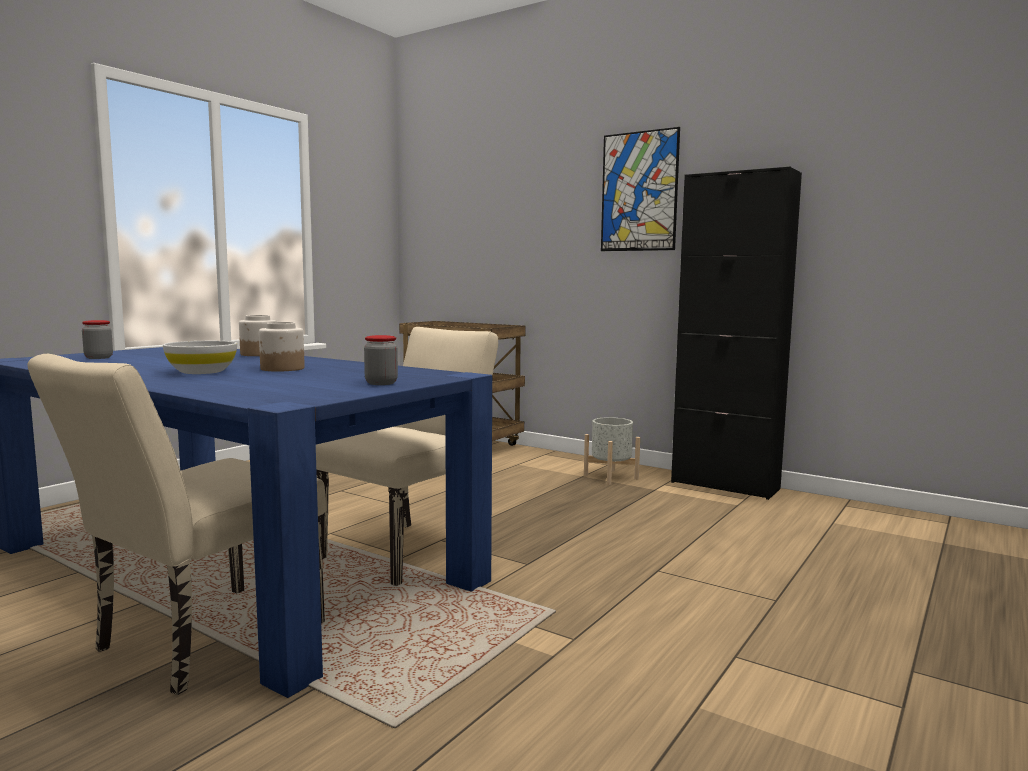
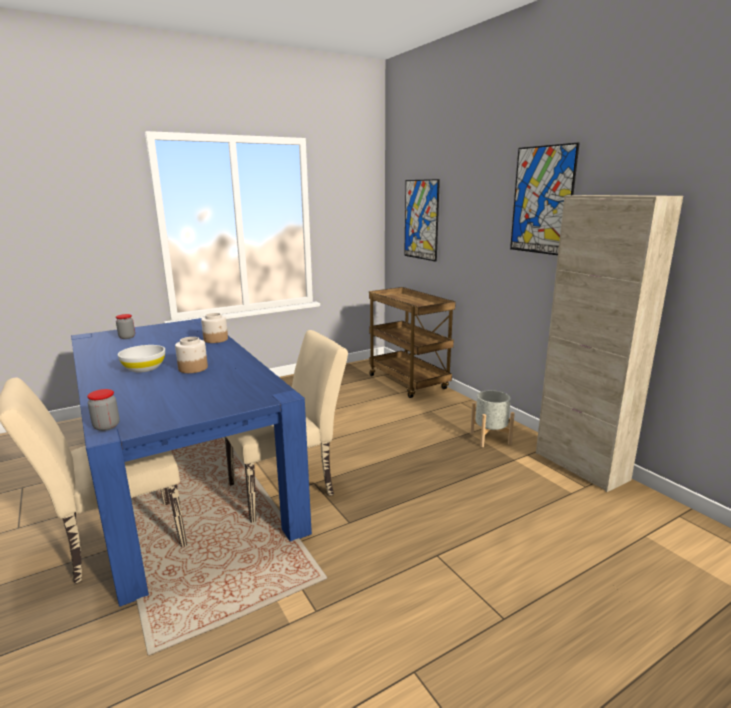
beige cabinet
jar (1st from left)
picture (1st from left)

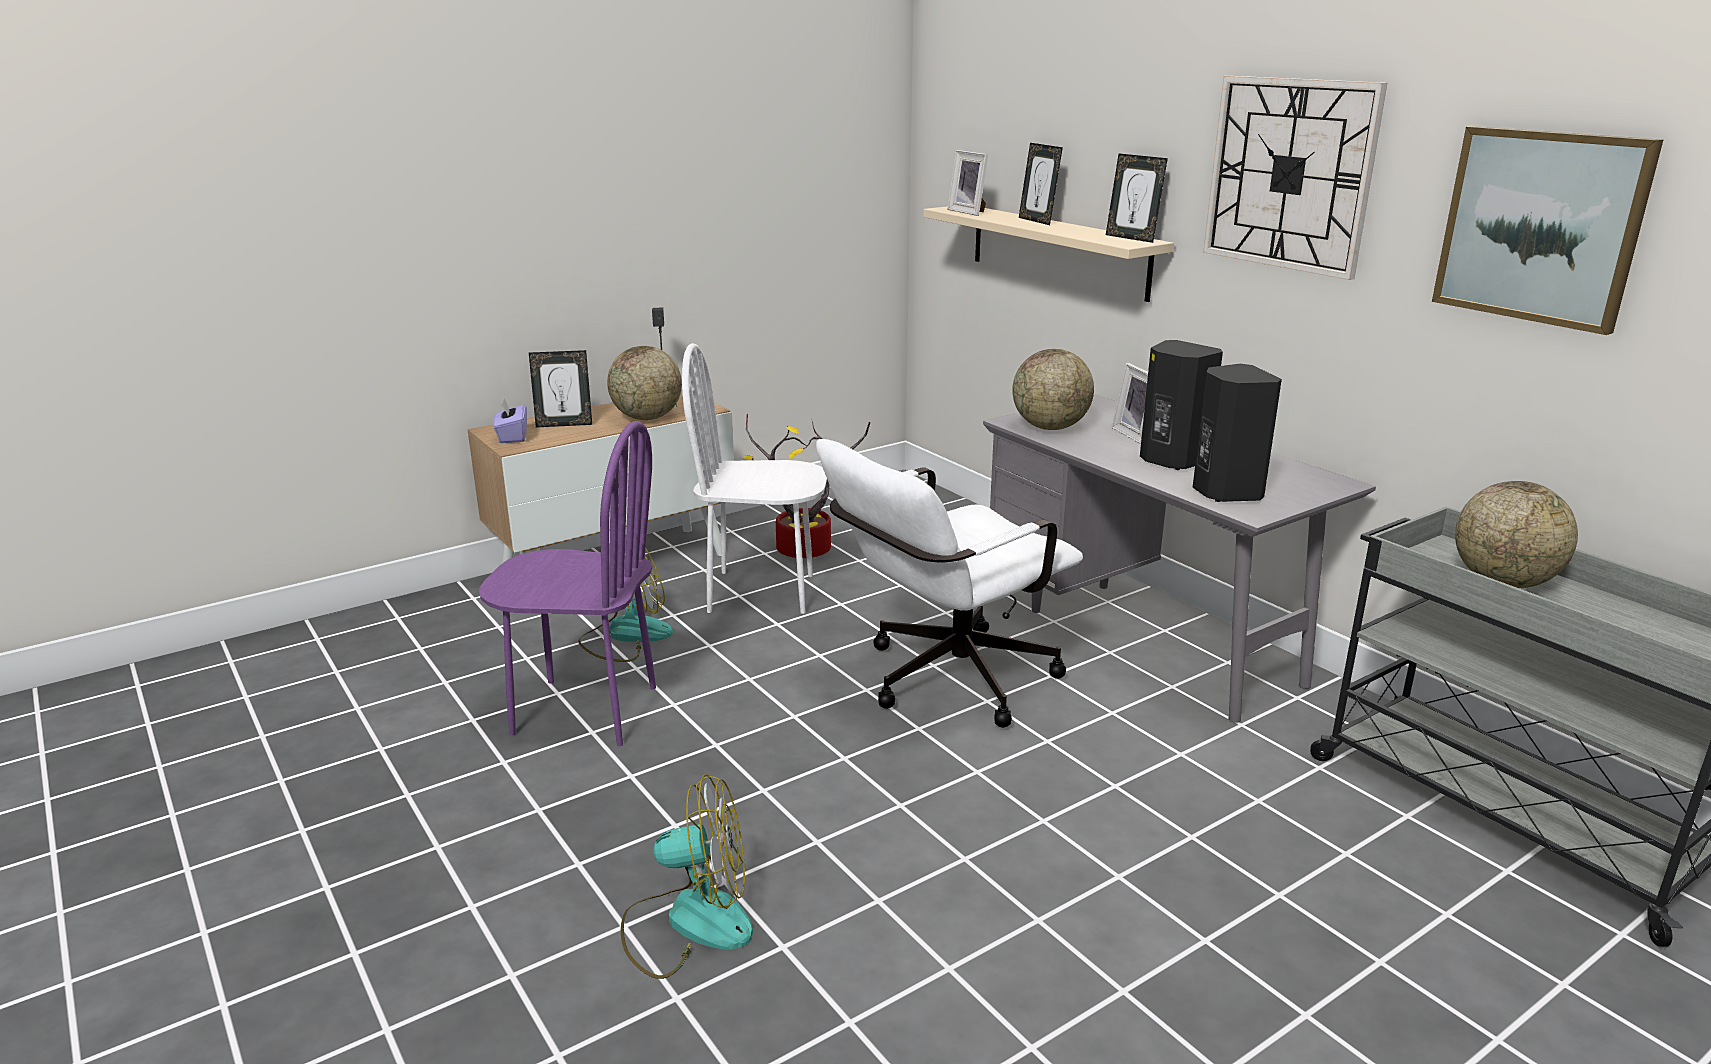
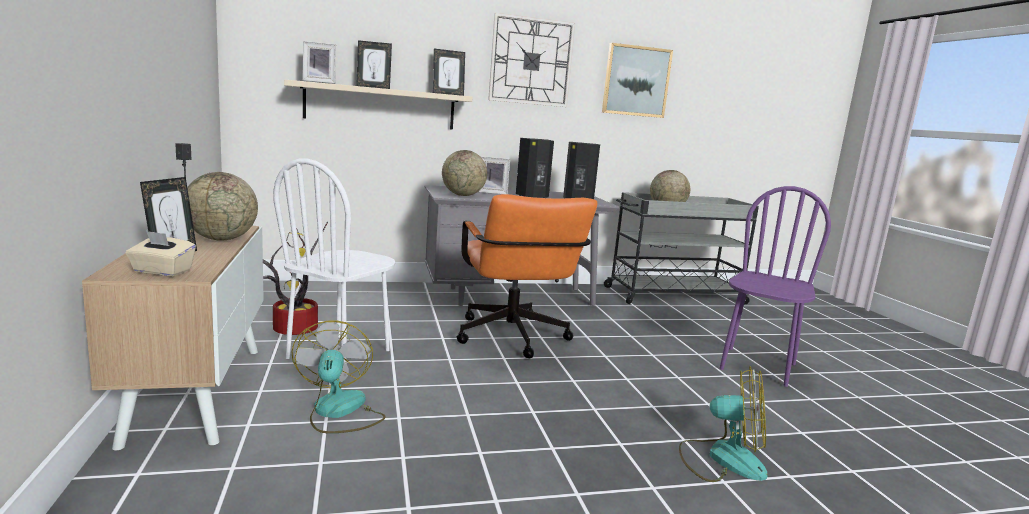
beige tissue box
purple chair
orange office chair
fan (2nd from left)

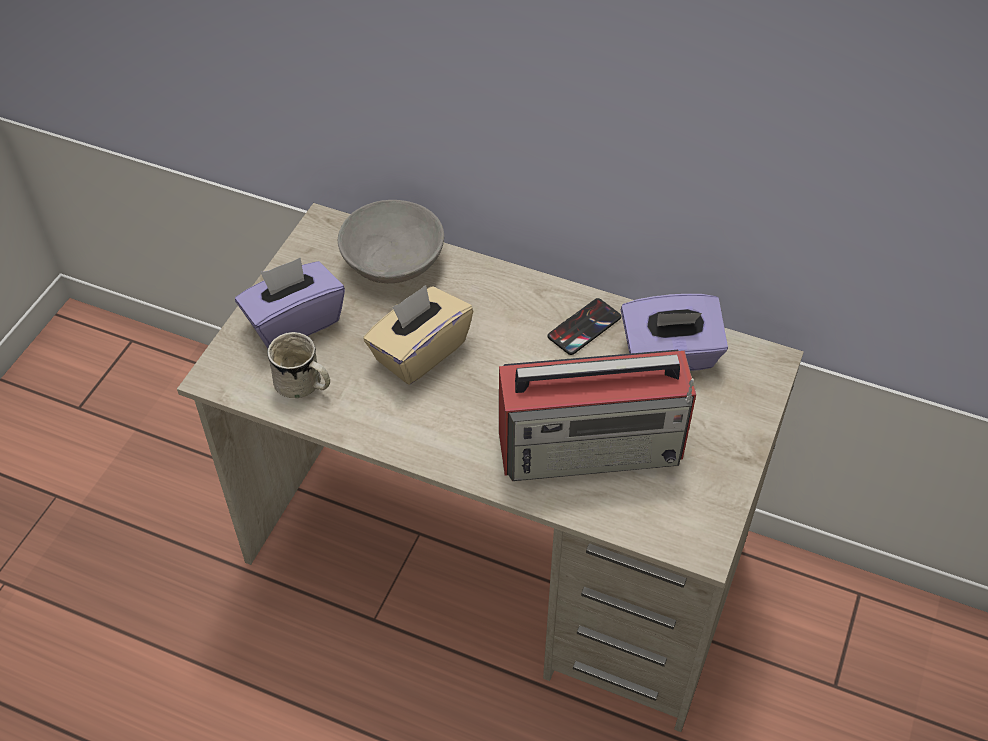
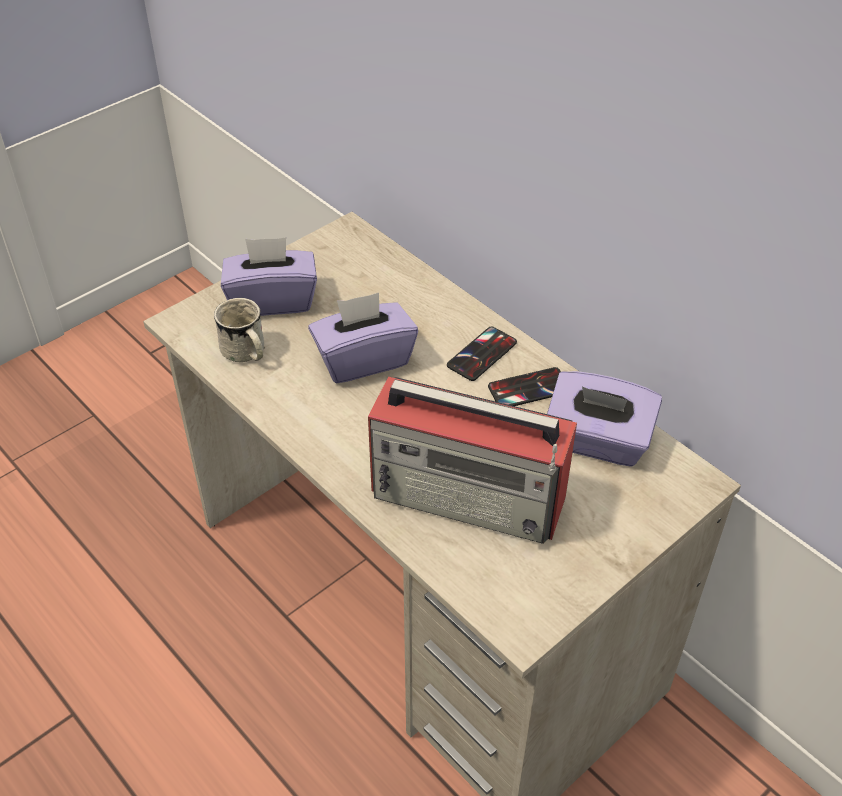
grey bowl
purple tissue box (2nd from left)
phone (1st from left)

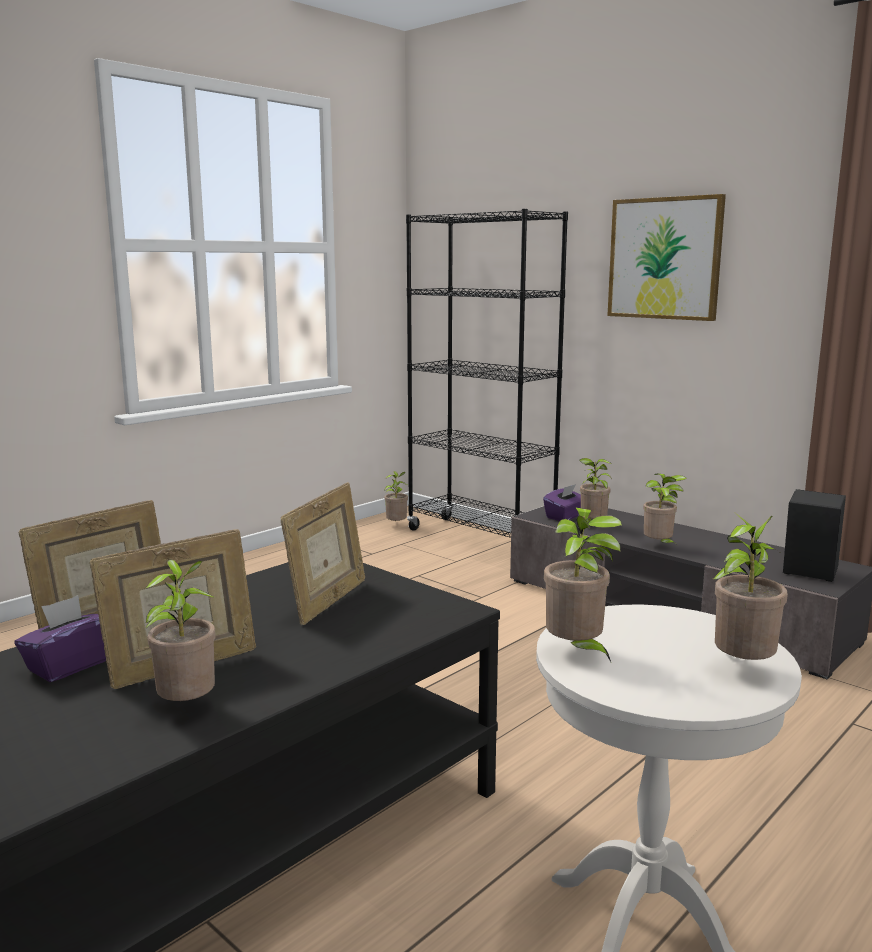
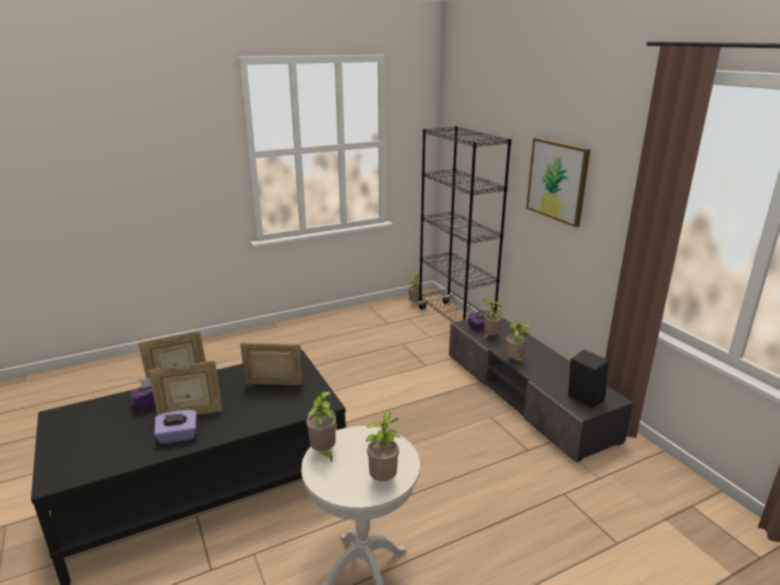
picture frame (3rd from left)
purple tissue box (2nd from left)

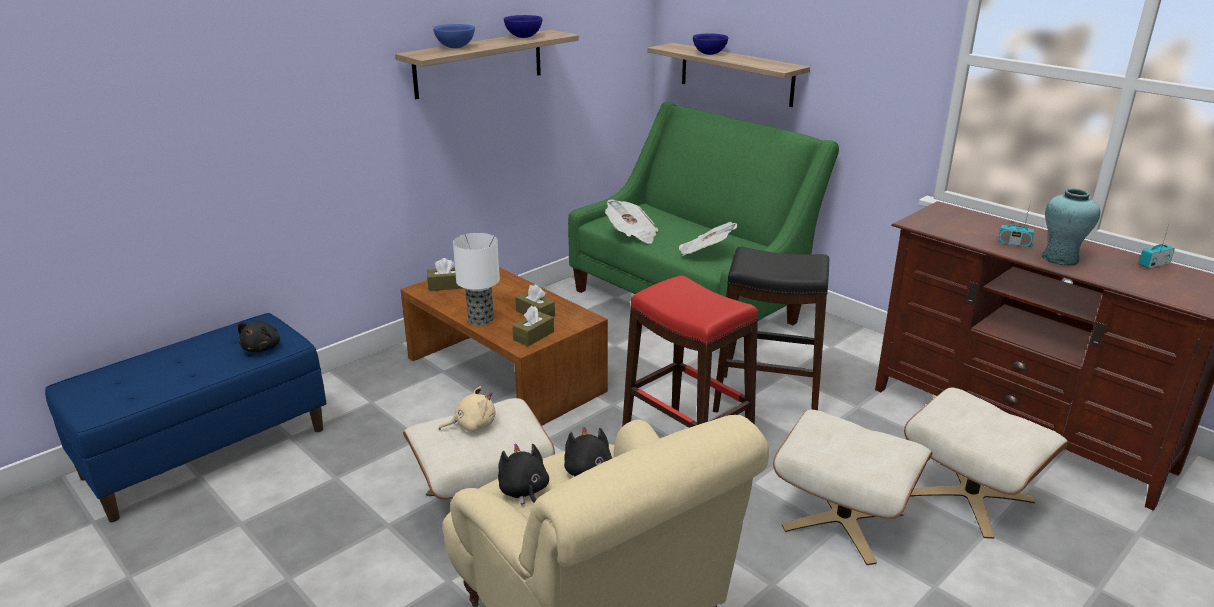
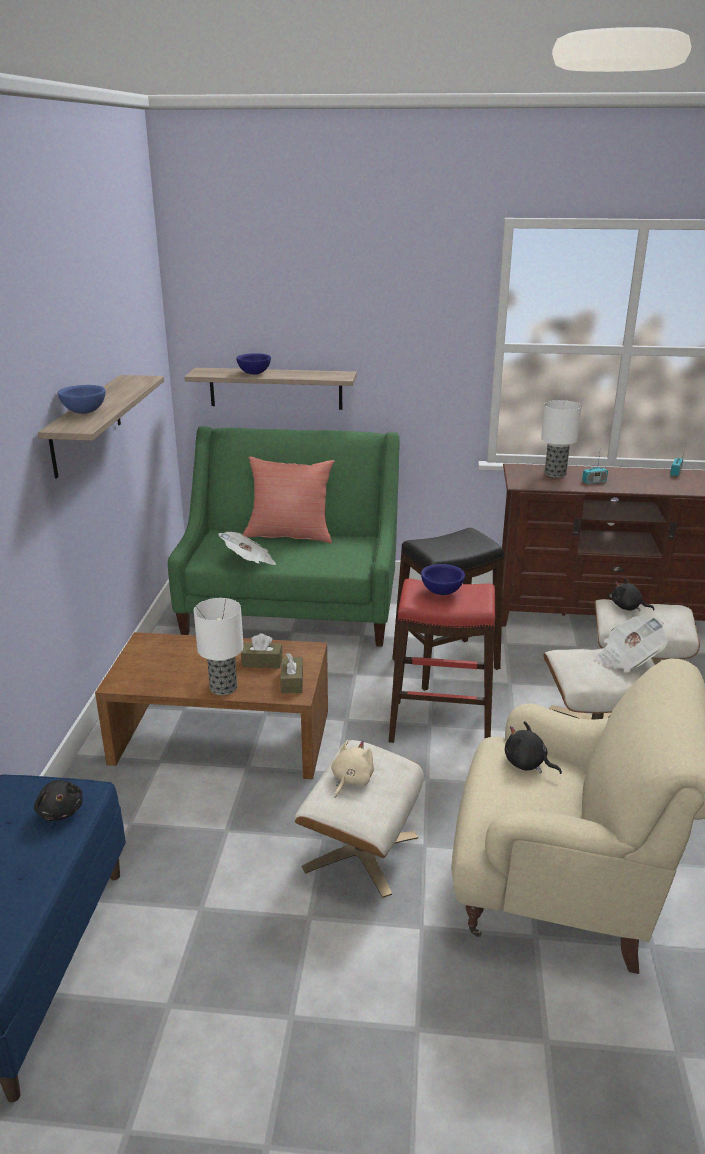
blue bowl (3rd from left)
turquoise vase
newspaper (2nd from left)
brown tissue box (1st from left in the first image)
black plush toy (3rd from left)
table lamp (2nd from left)
red pillow

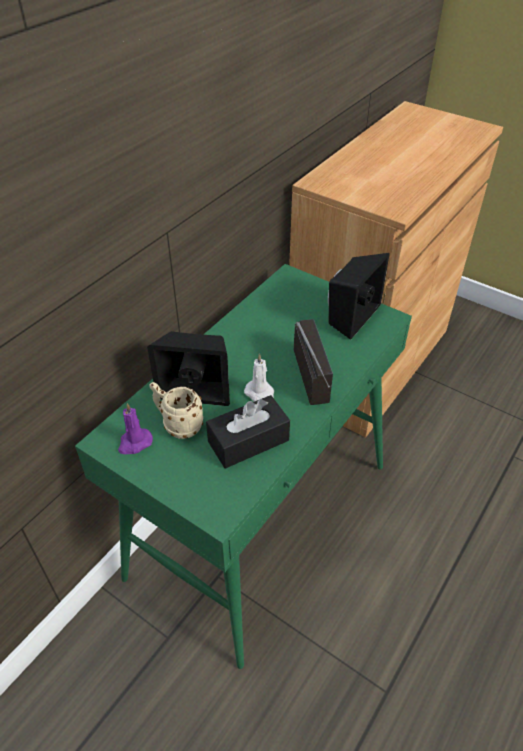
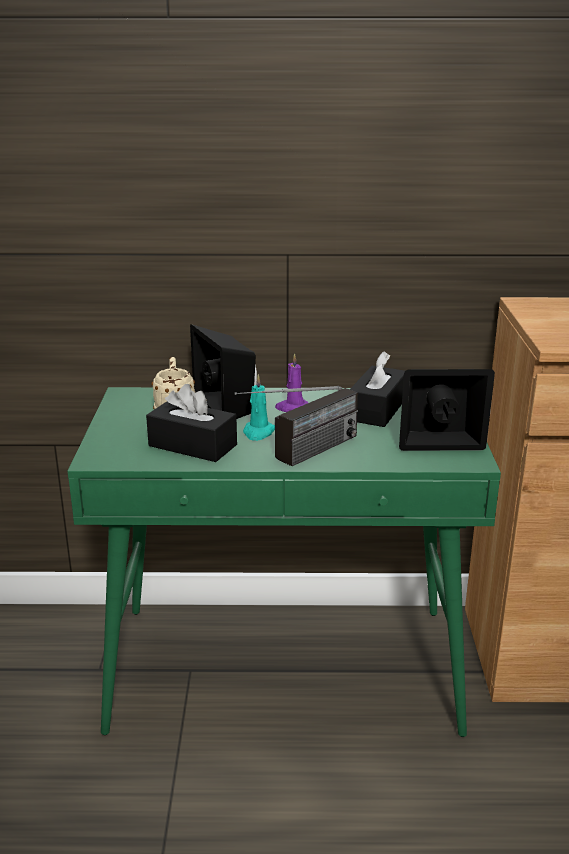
turquoise candle
purple candle
black tissue box (2nd from left)

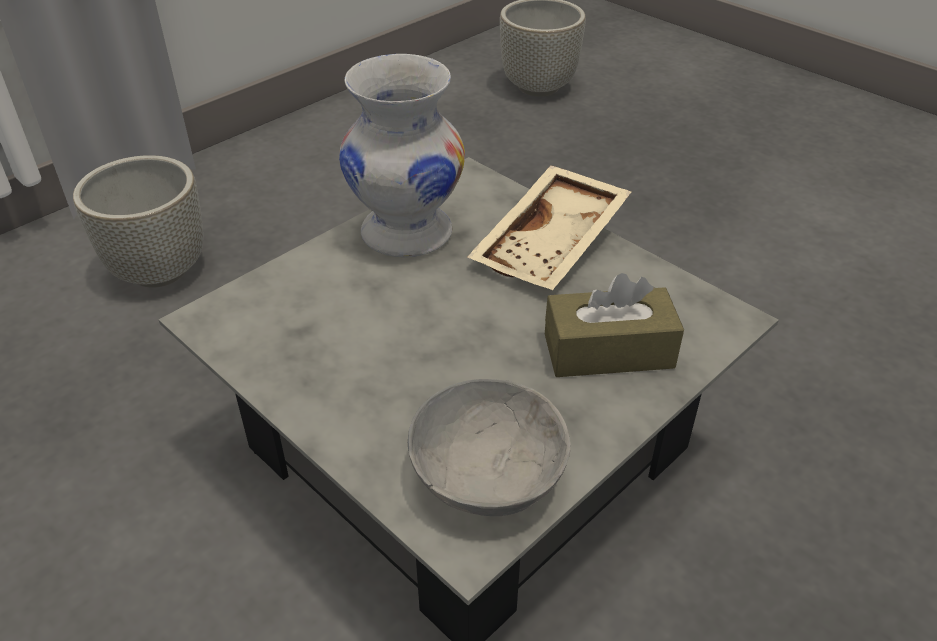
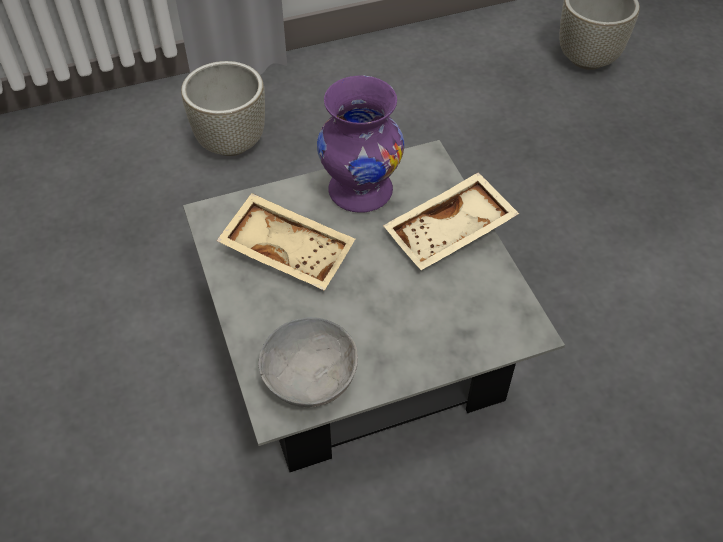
purple vase
brown tissue box
beige tray (1st from left)

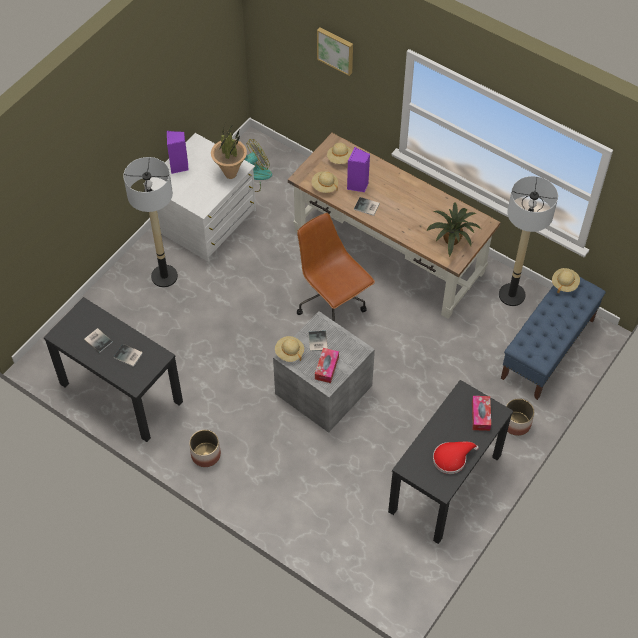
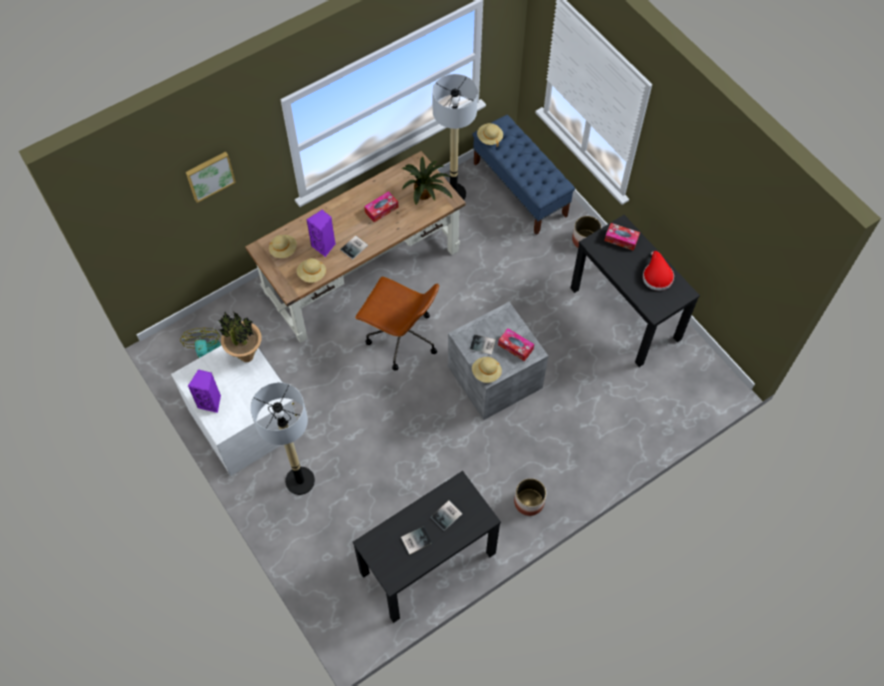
brown office chair
tissue box (1st from left)

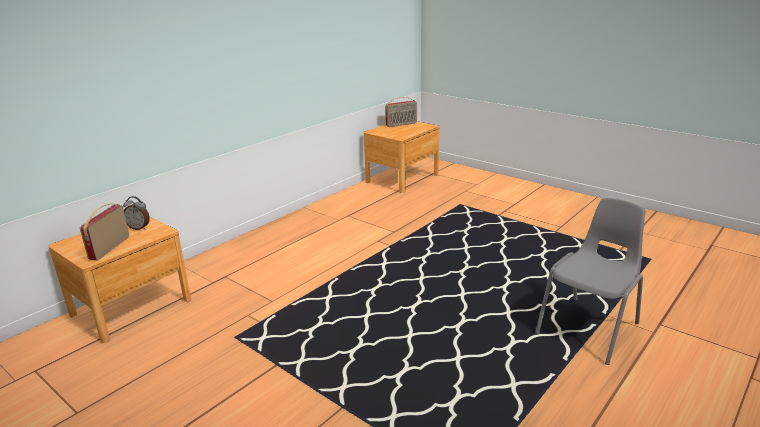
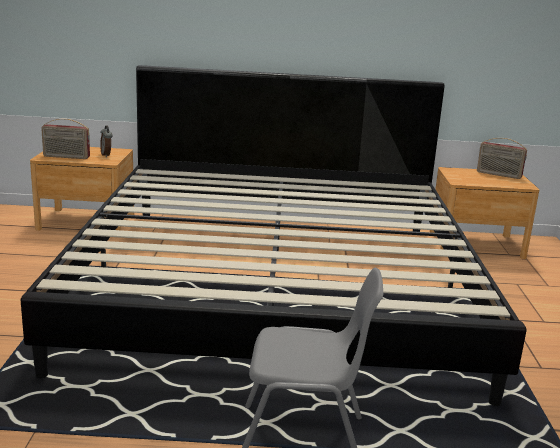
radio (1st from left)
bed

